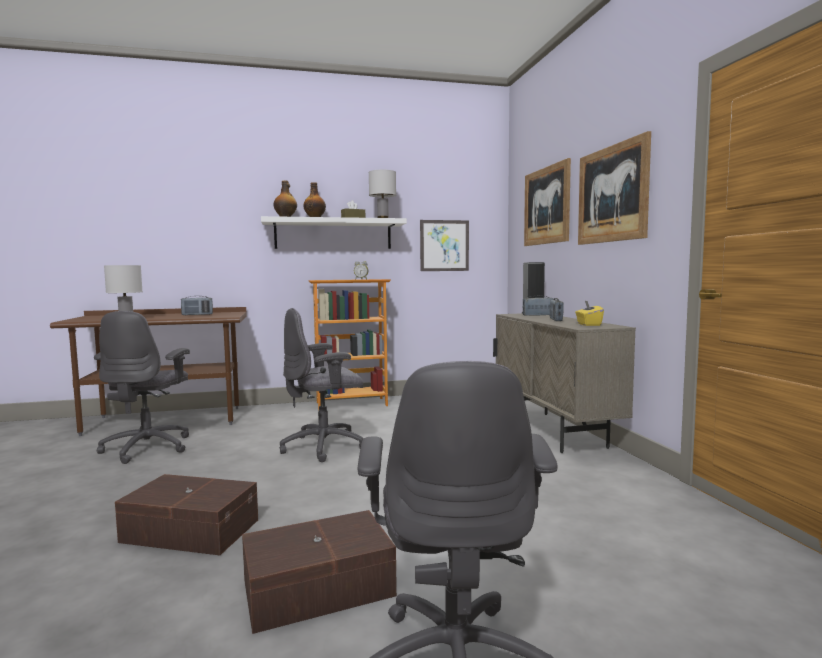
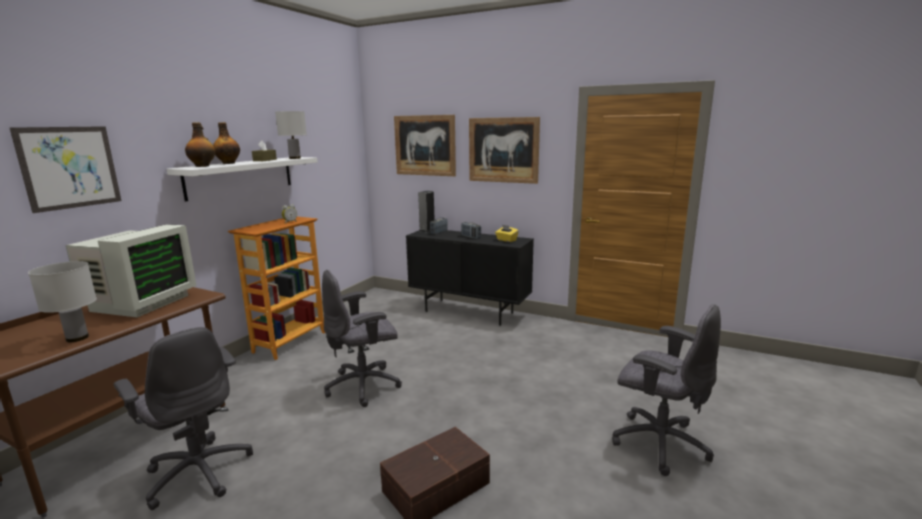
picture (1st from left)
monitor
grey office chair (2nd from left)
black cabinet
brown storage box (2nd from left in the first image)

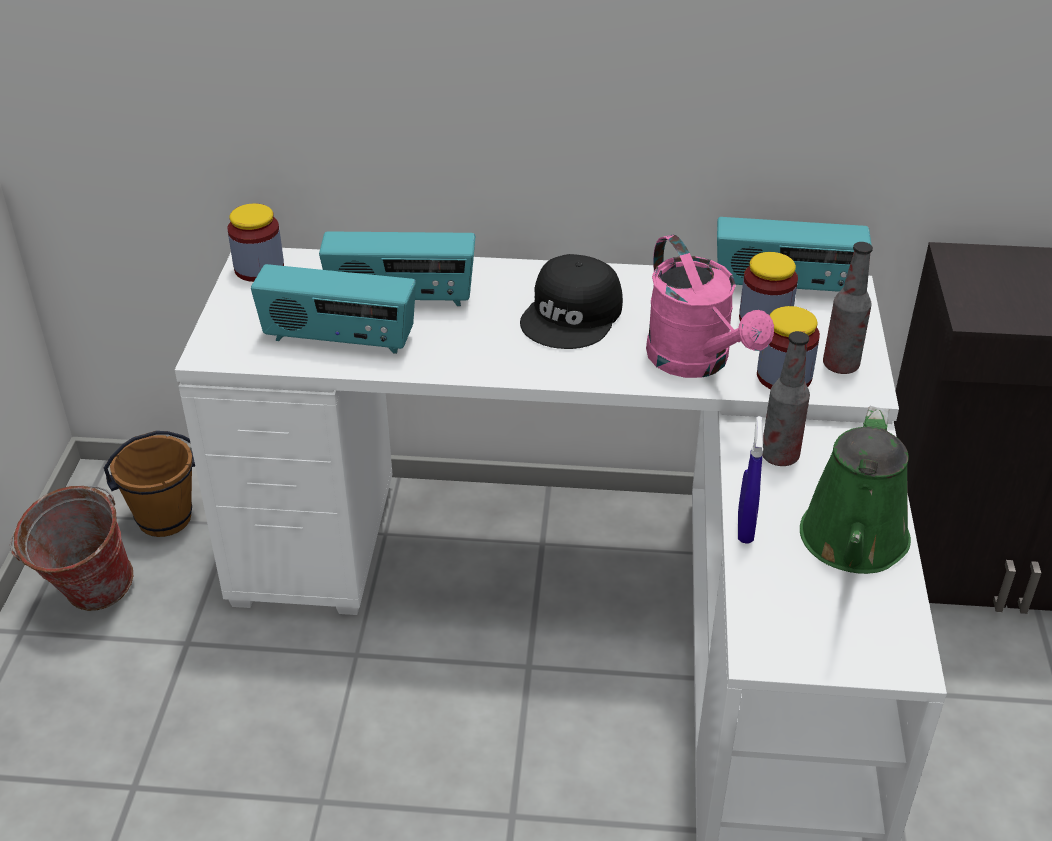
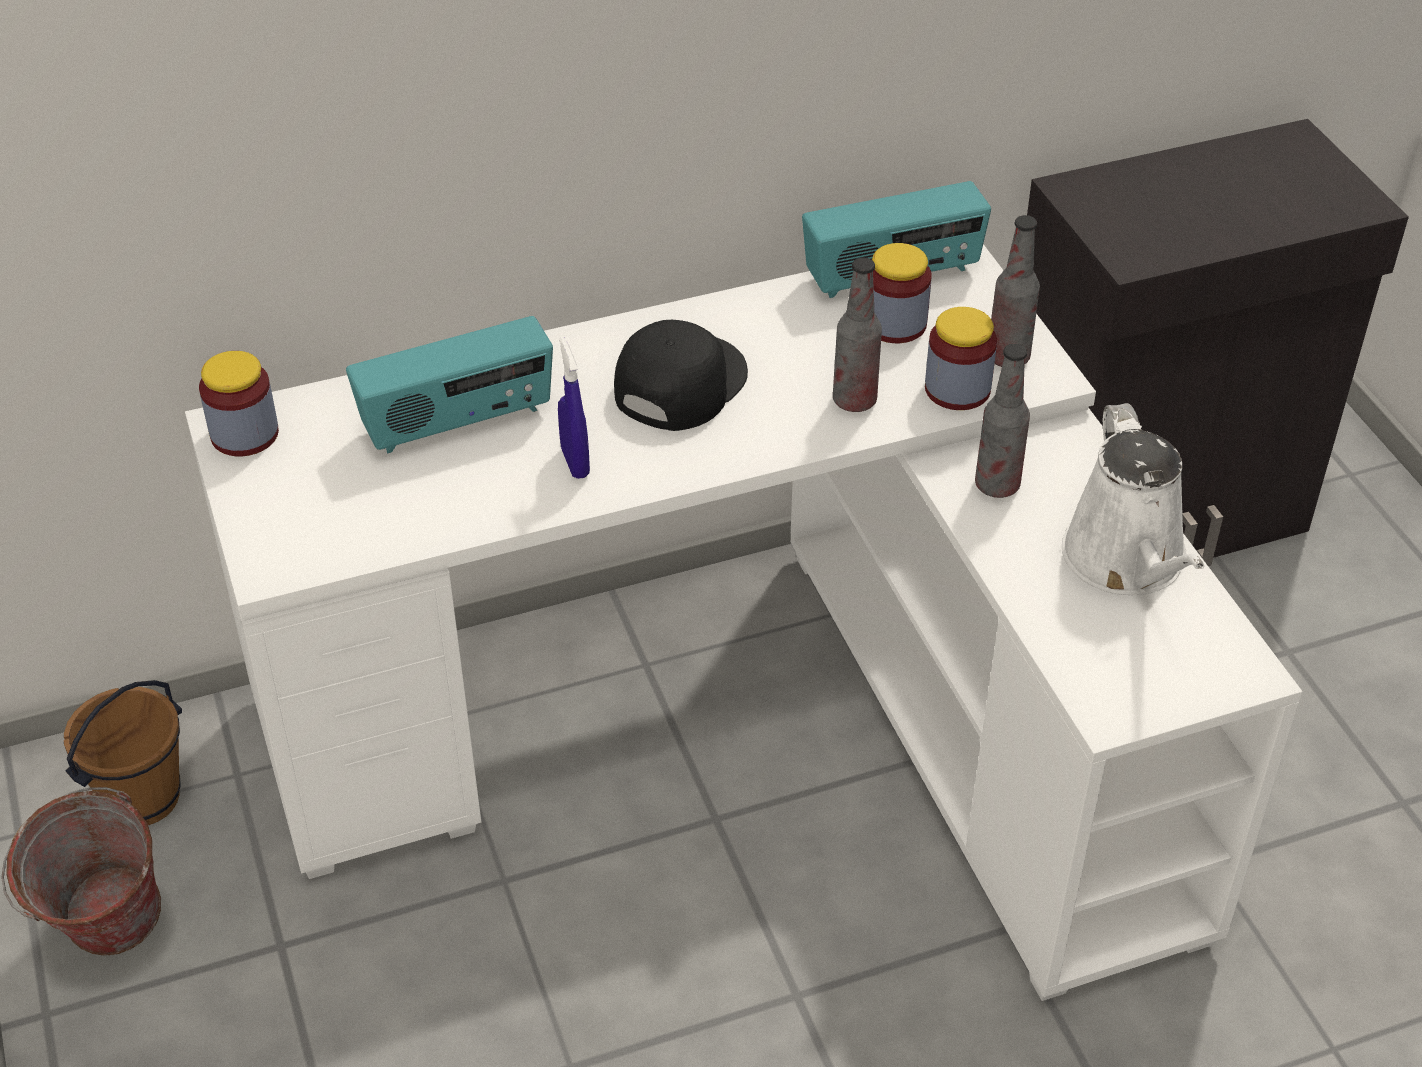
bottle (1st from left)
black cap
radio (1st from left in the first image)
white watering can
blue spray bottle

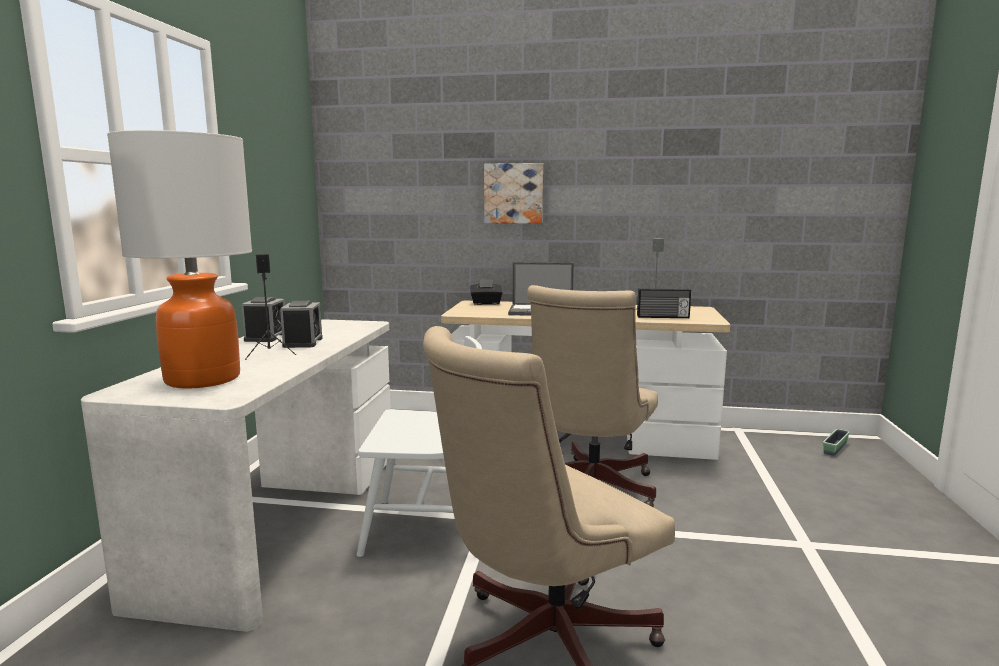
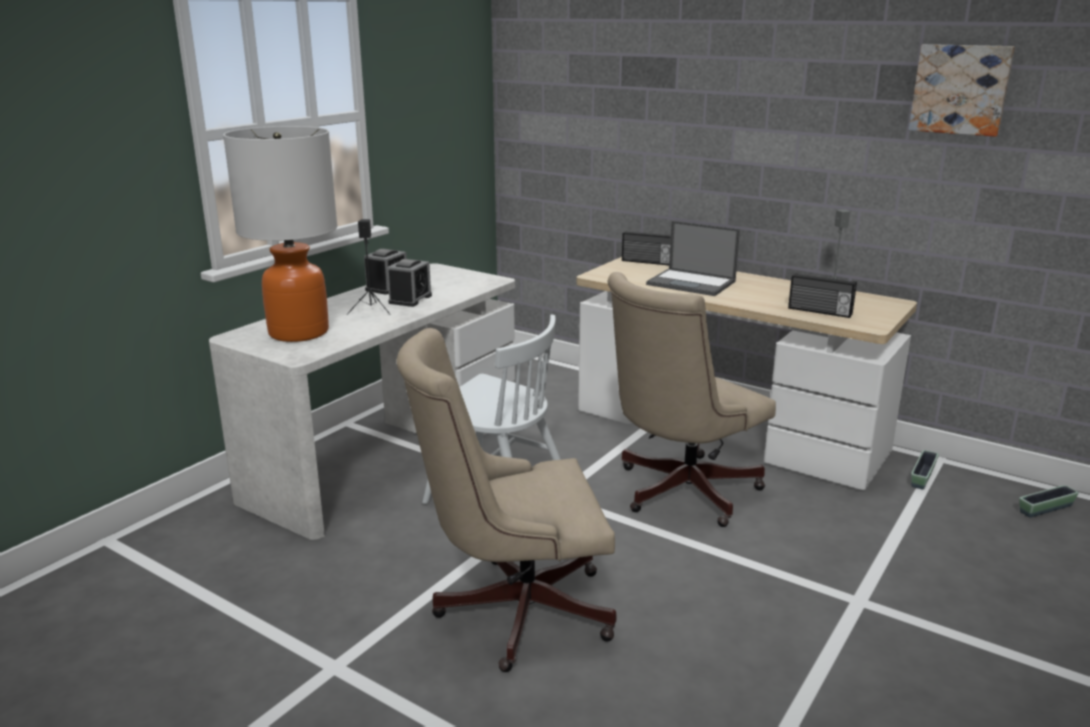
picture
radio (1st from left)
planter (1st from left)

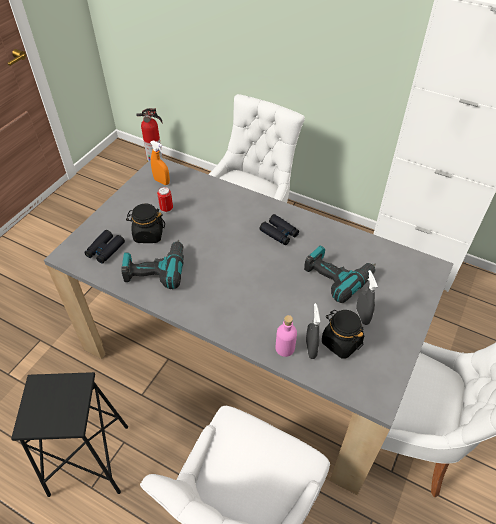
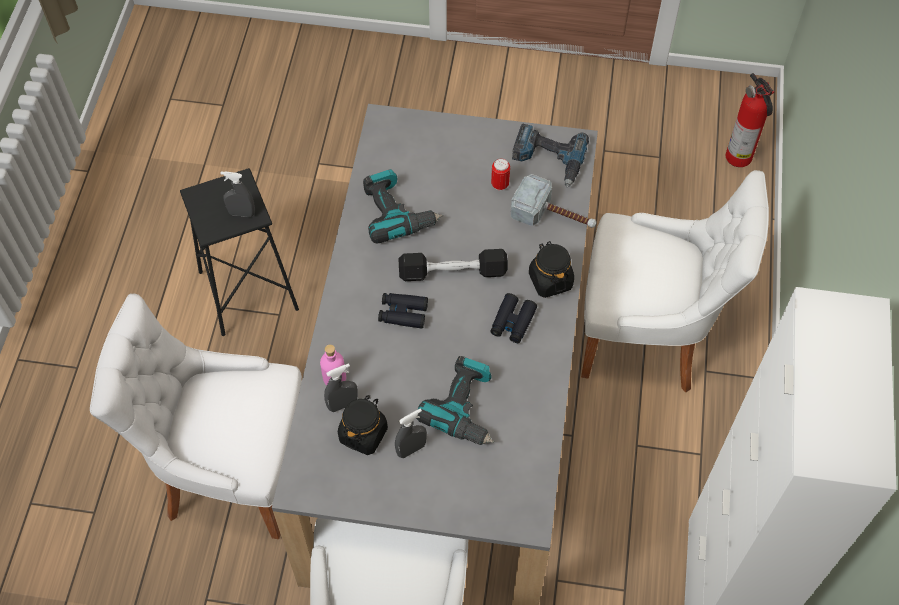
power drill (3rd from left)
black jar (2nd from left)
black binoculars (1st from left)
grey spray bottle (1st from left)
hammer
black dumbbell

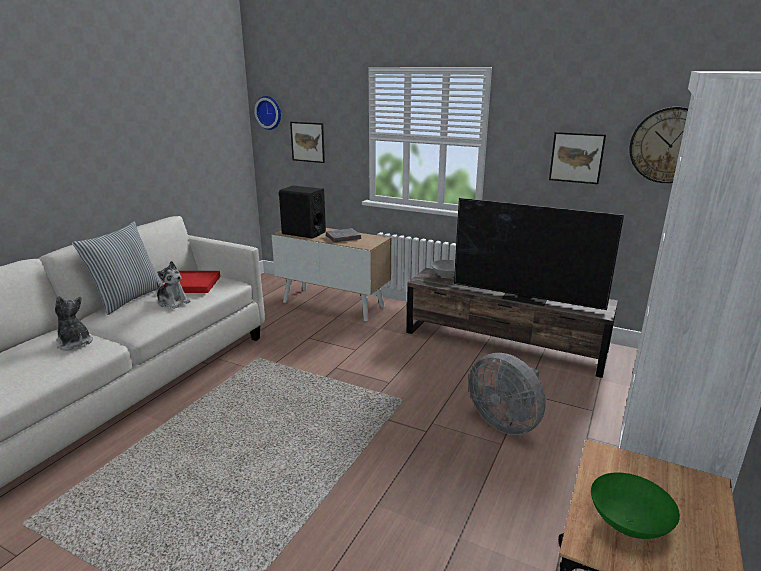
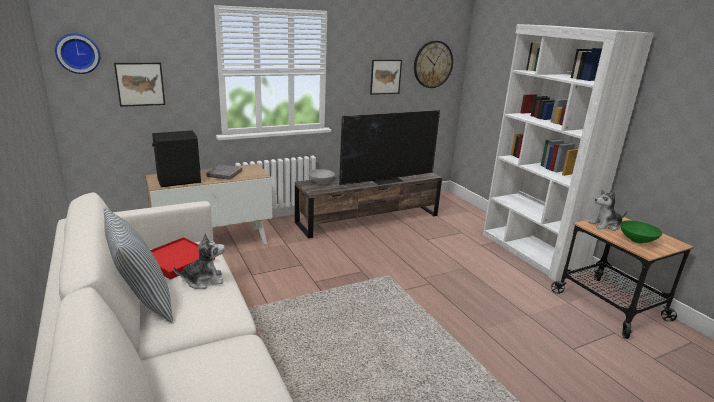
plush toy (2nd from left)
grey fan

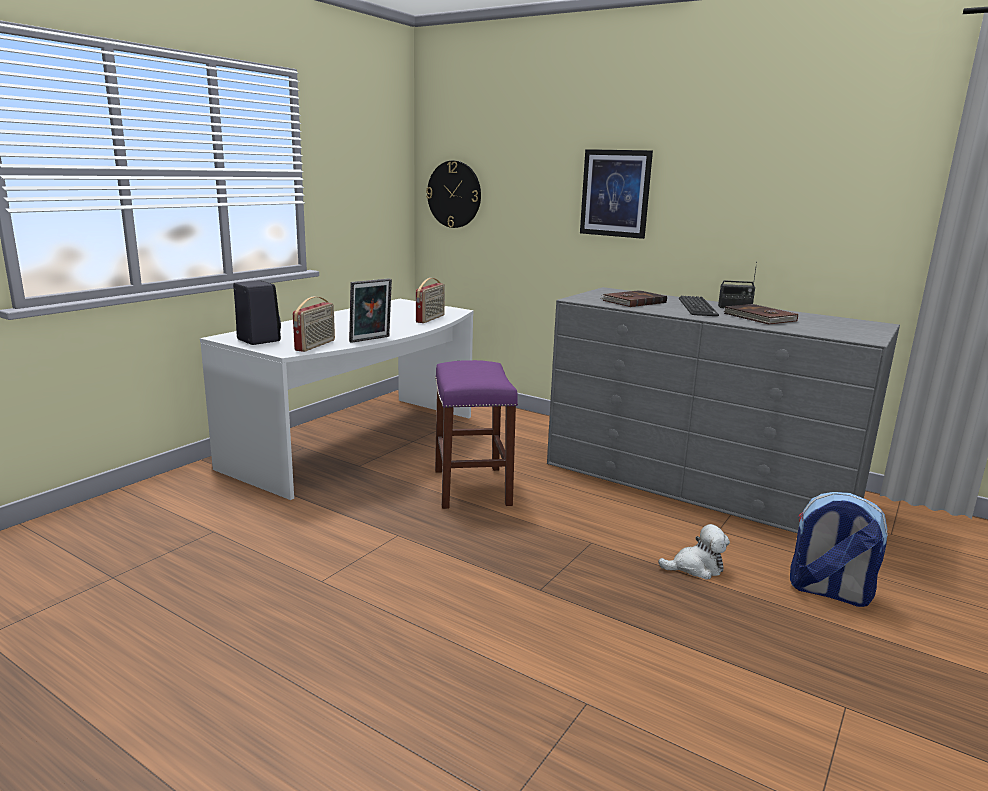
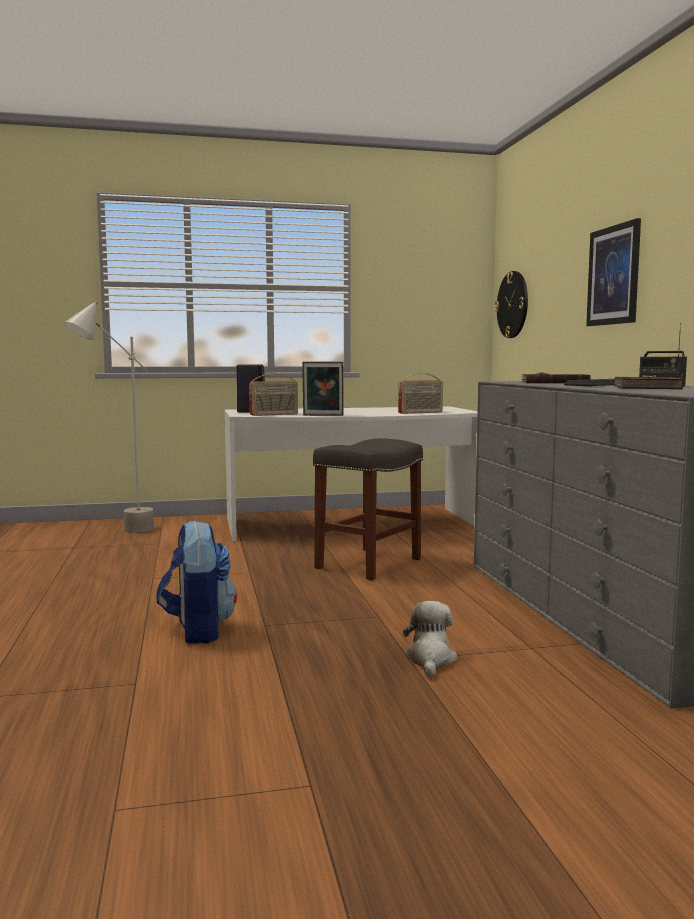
grey stool
backpack
plush toy
grey floor lamp

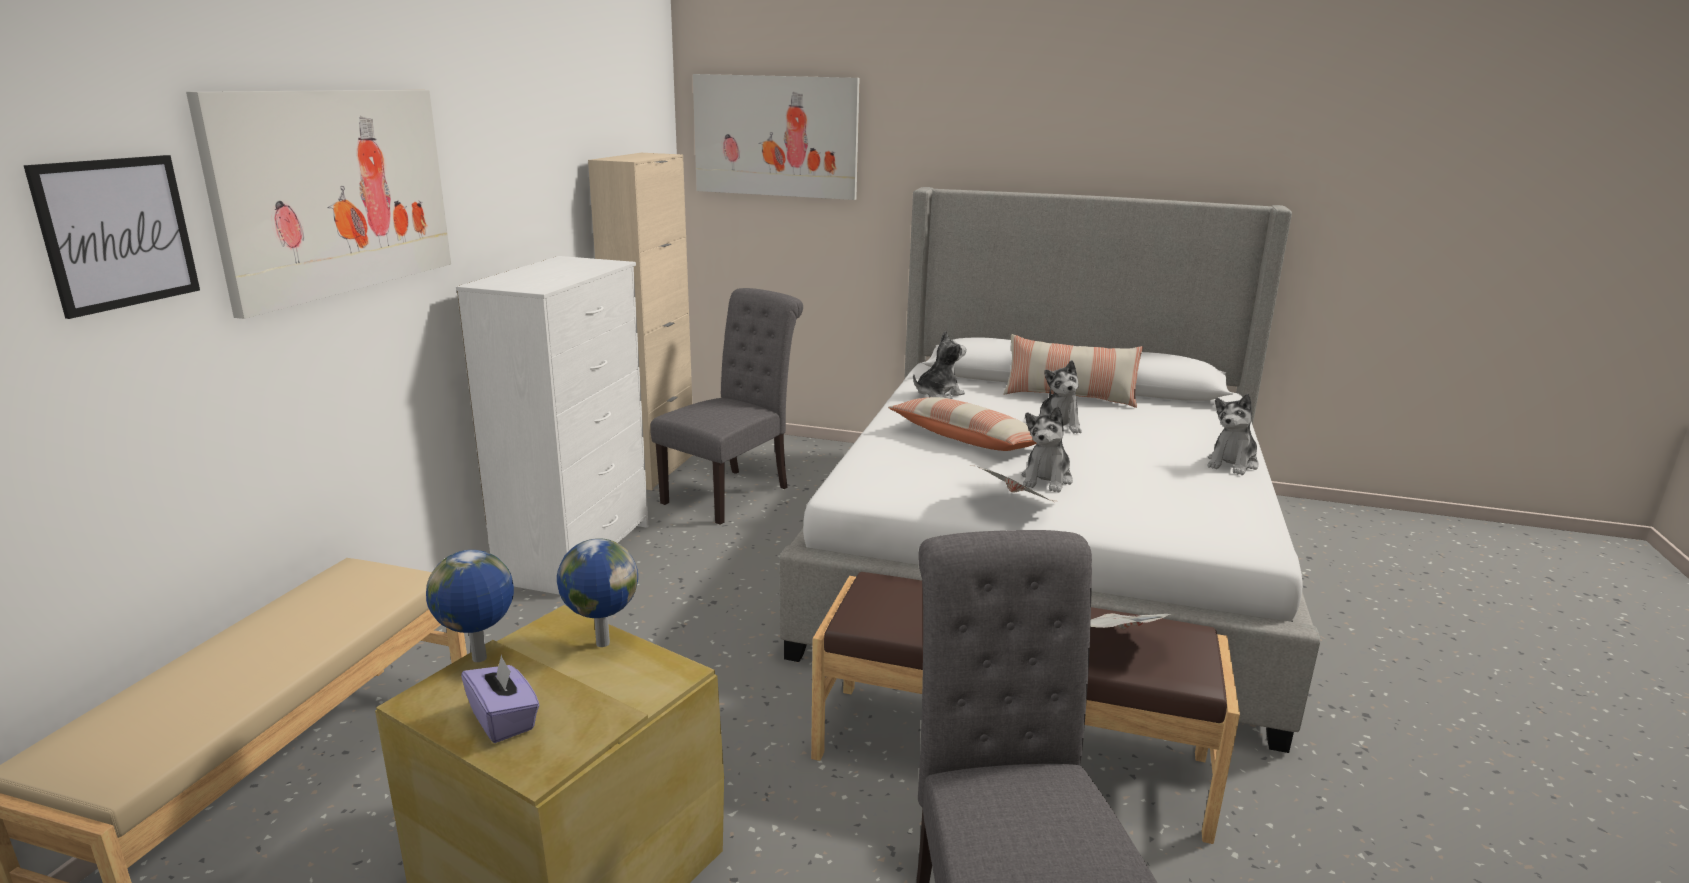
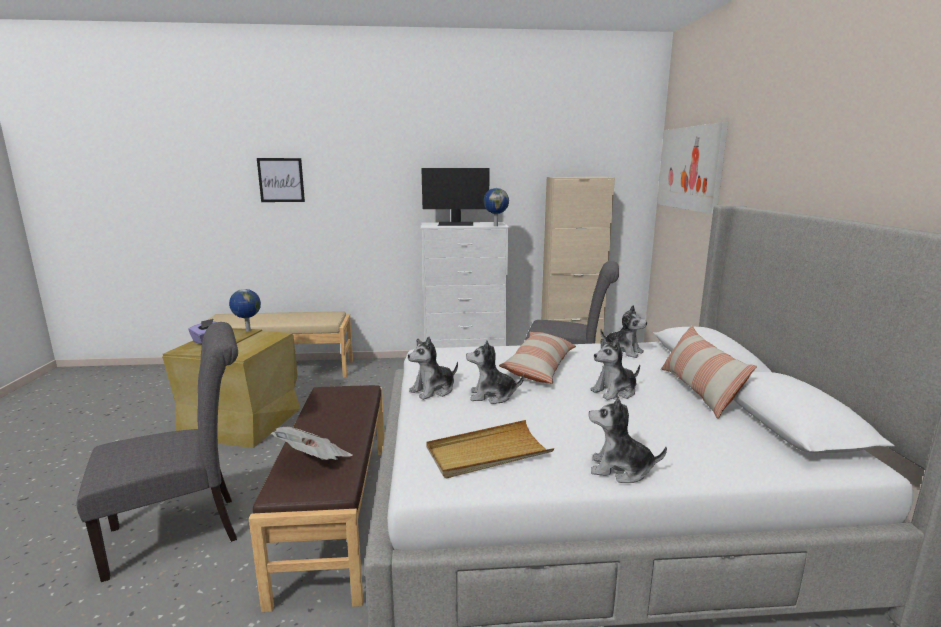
picture (2nd from left in the first image)
plush toy (1st from left)
globe (2nd from left)
monitor
beige tray

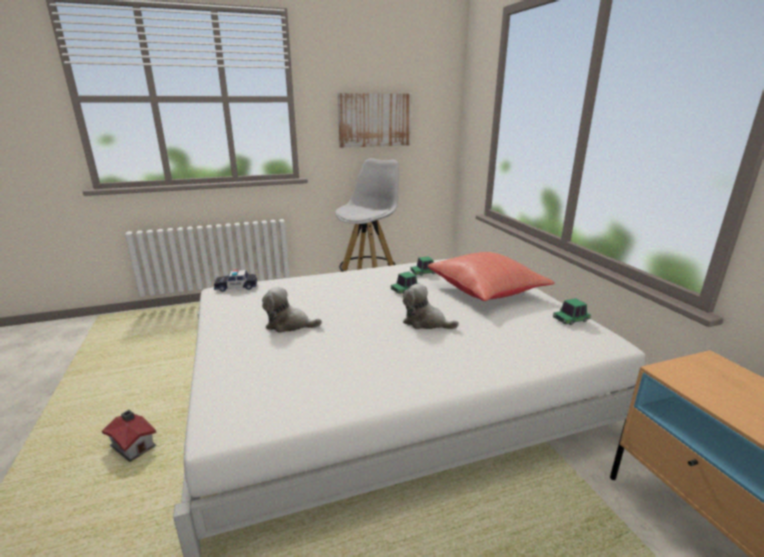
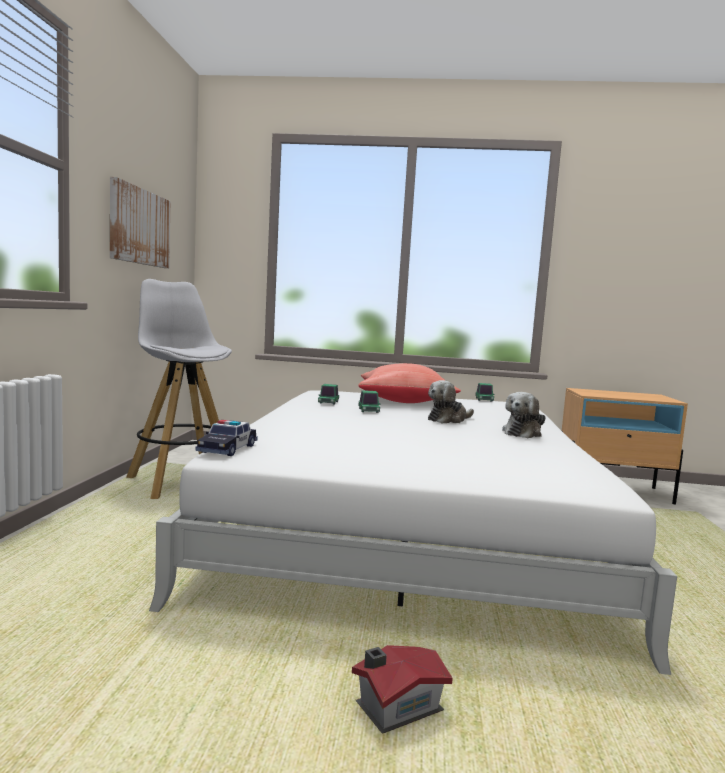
plush toy (2nd from left)

